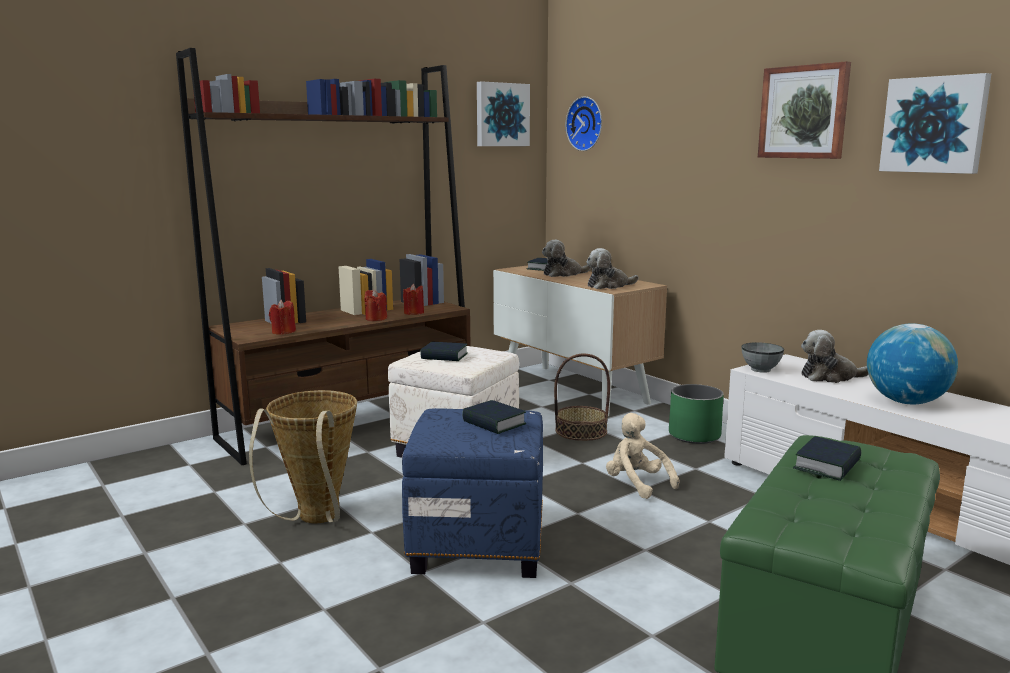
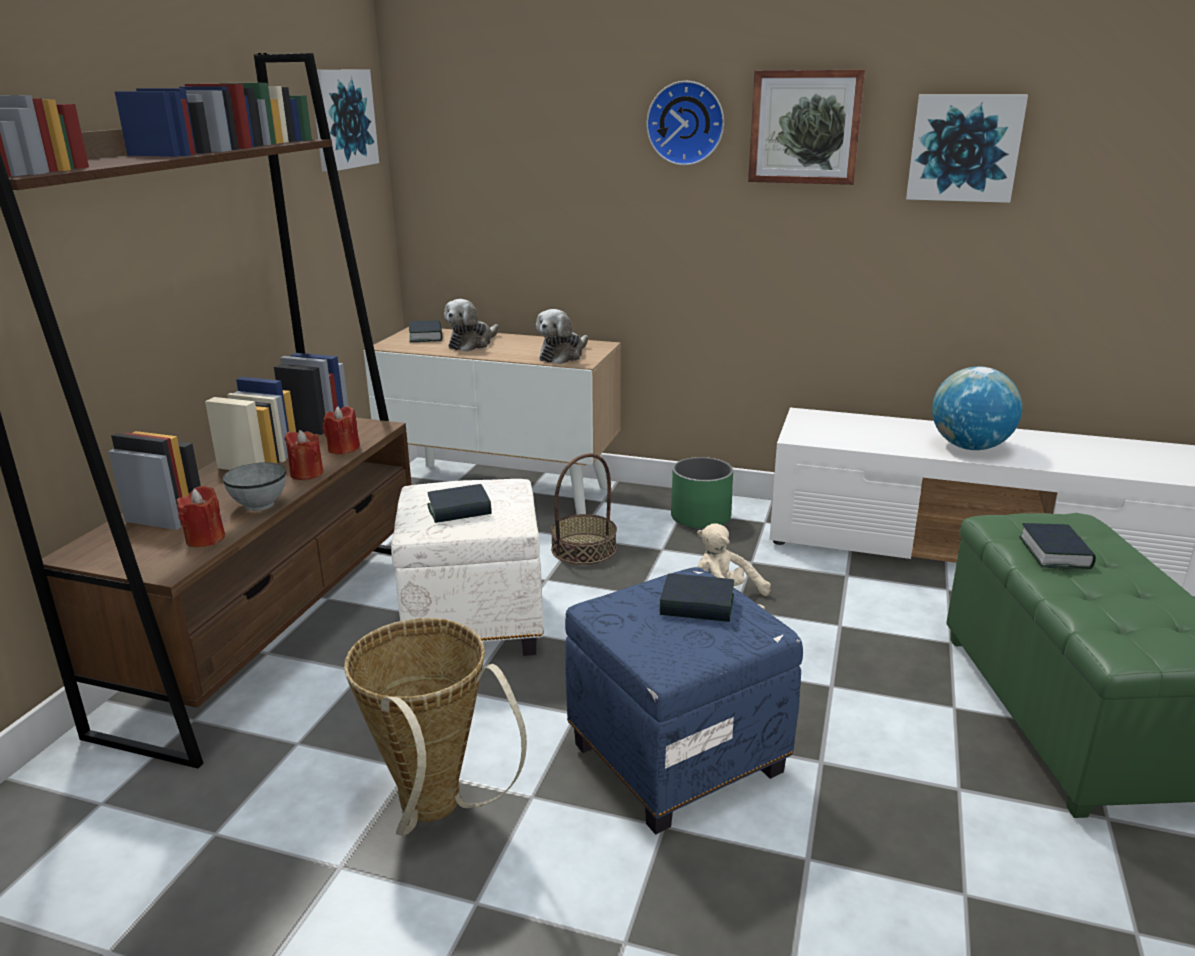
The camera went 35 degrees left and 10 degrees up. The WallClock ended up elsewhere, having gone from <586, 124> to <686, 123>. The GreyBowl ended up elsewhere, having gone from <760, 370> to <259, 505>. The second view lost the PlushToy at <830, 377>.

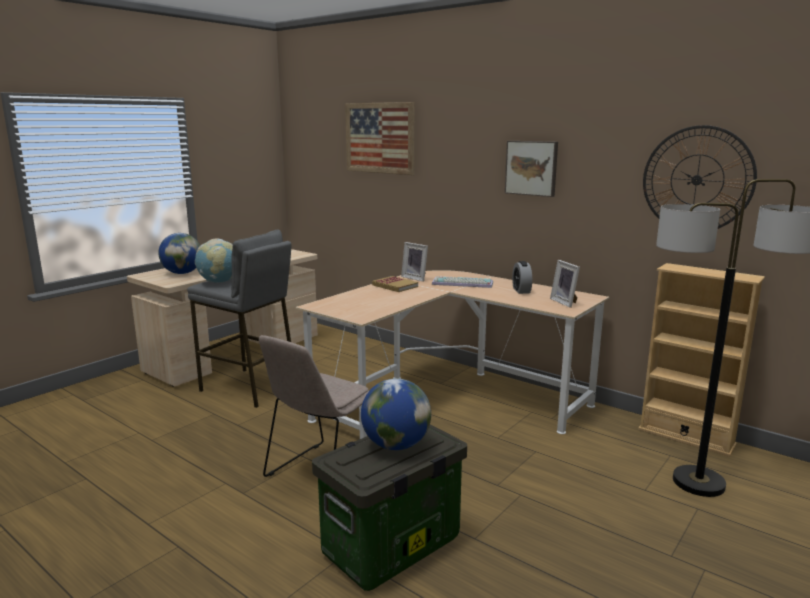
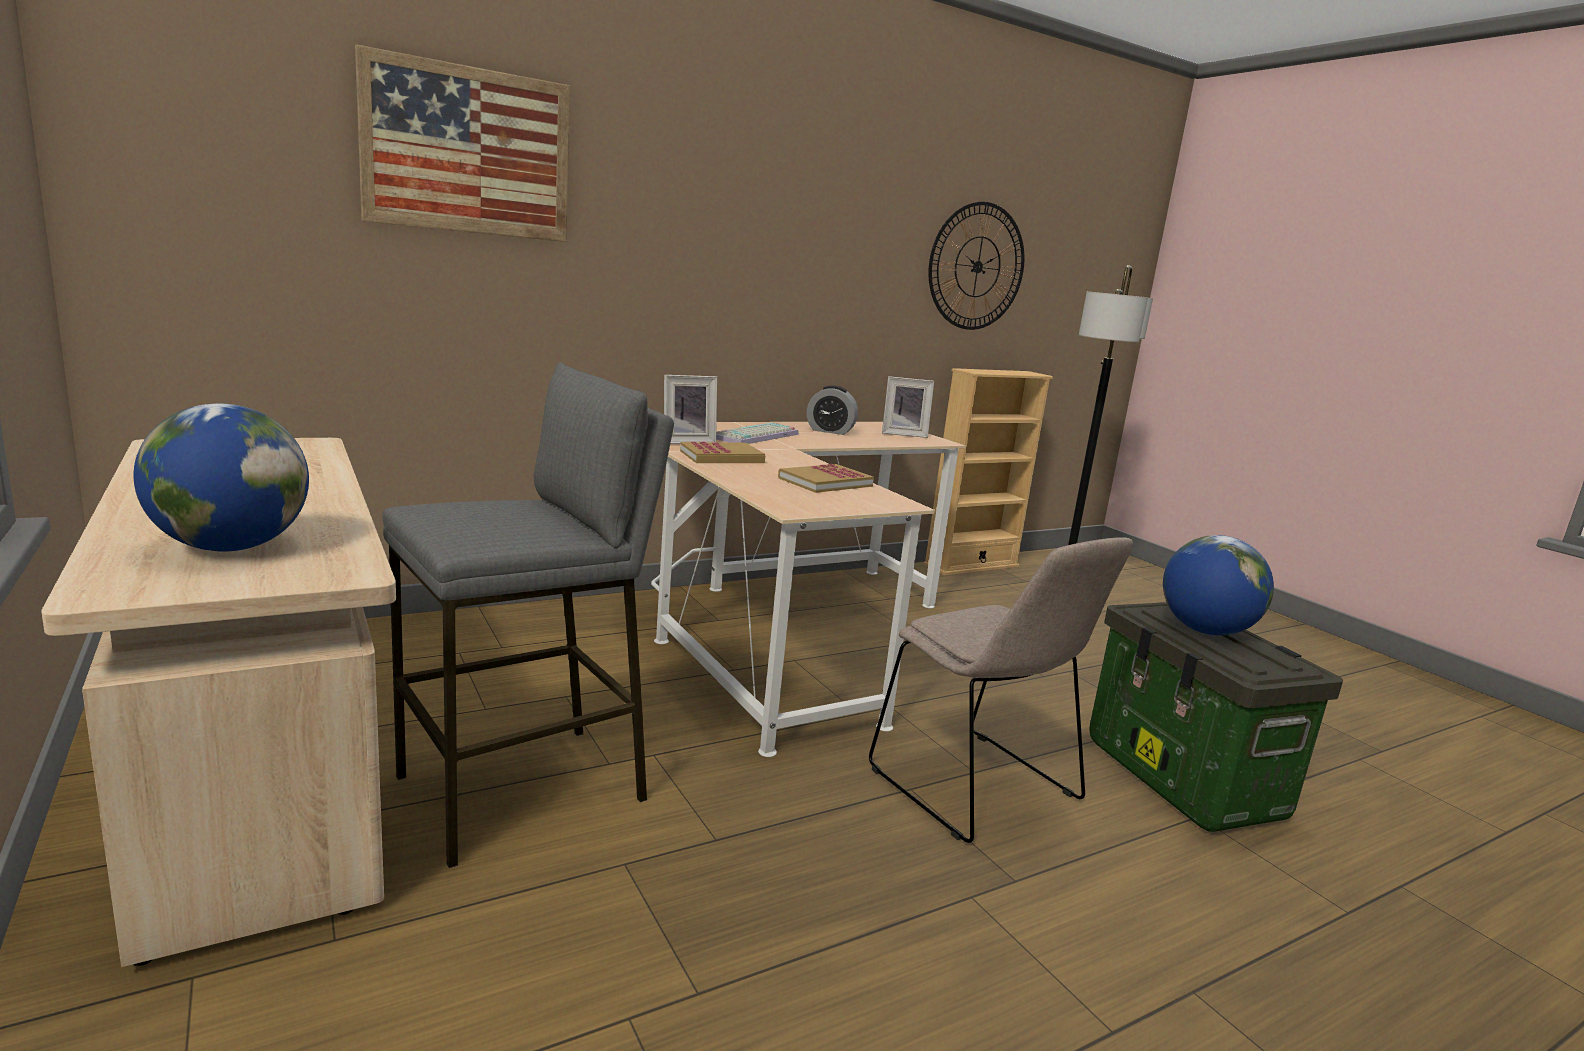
The camera went 70 degrees left and 0 degrees up. The second view lost the Globe at <219, 282>. The second view lost the Picture at <532, 168>. The second view gained the Book at <825, 482>.

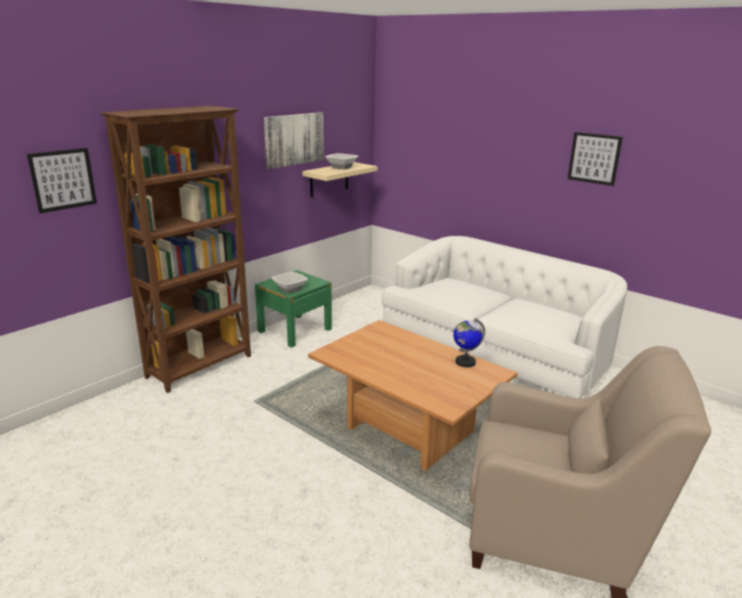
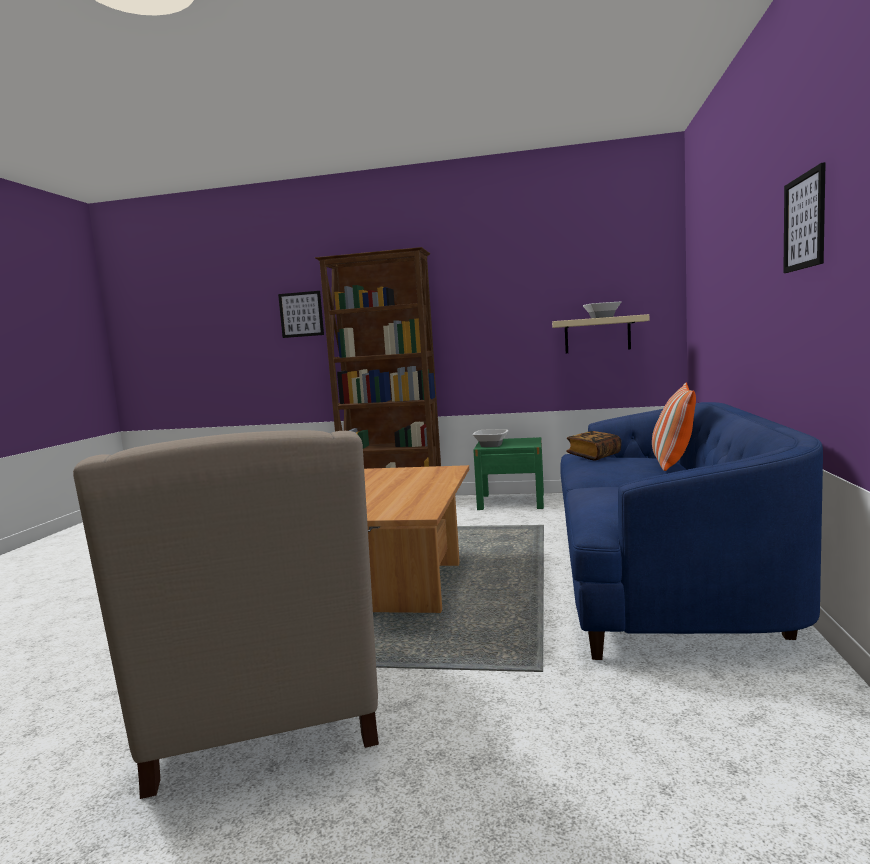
The camera went 60 degrees right and 15 degrees down. The second view lost the Picture at <293, 139>. What was the WhiteSofa at <495, 355> turned into the BlueSofa at <660, 578>. The second view lost the Globe at <465, 362>. The second view gained the Book at <594, 456>. The second view gained the Pillow at <672, 464>.

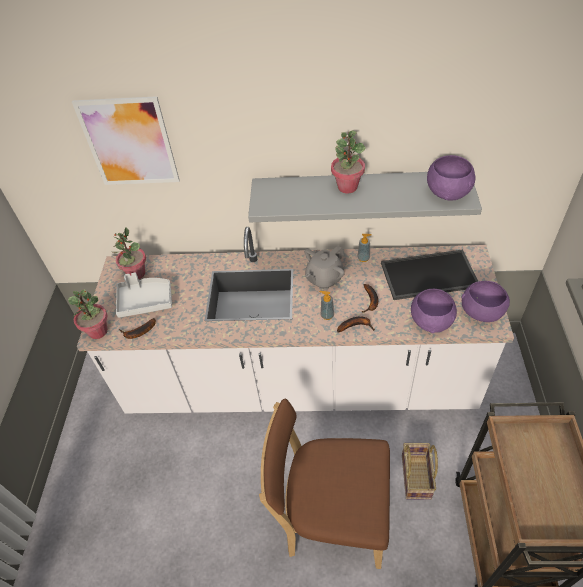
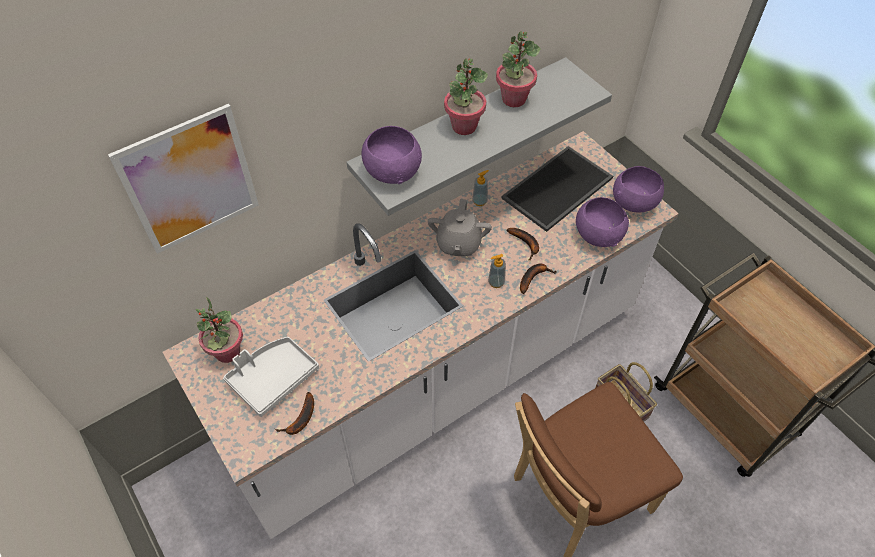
The camera went 40 degrees left and 5 degrees up. The PottedPlant ended up elsewhere, having gone from <98, 331> to <513, 99>. The PurpleBowl ended up elsewhere, having gone from <447, 192> to <392, 171>.

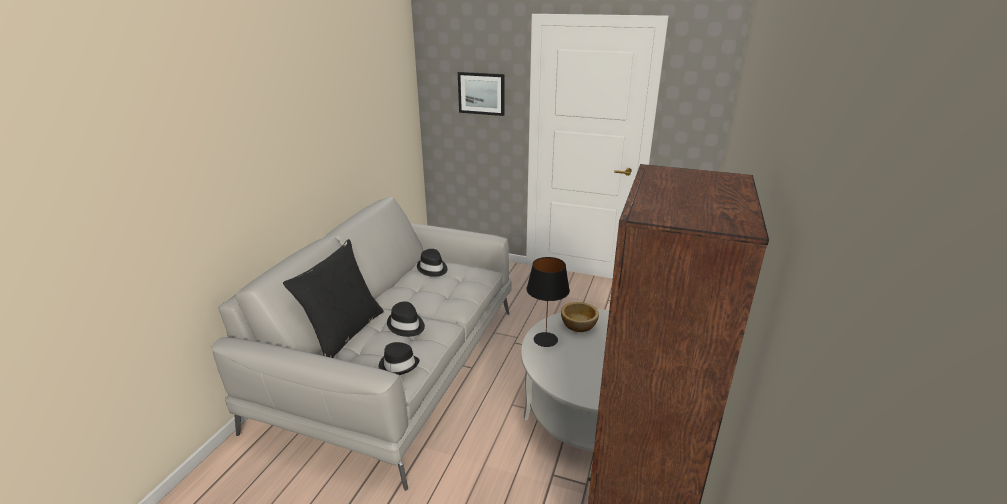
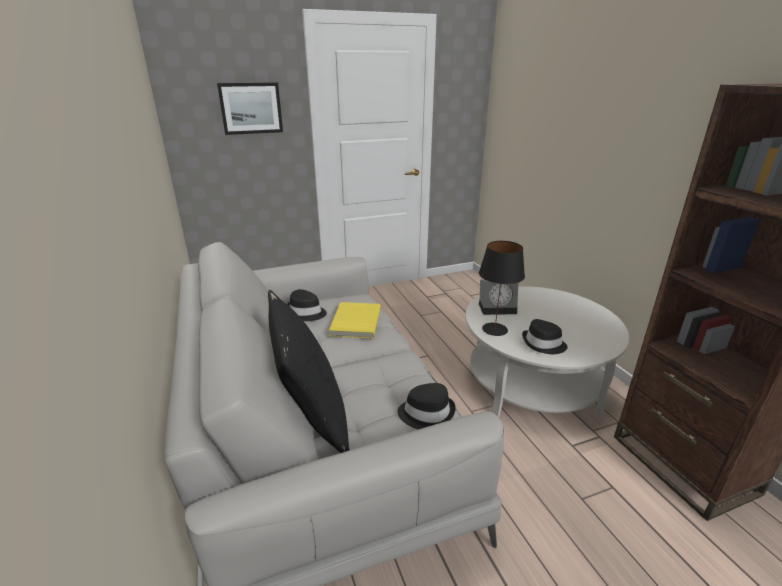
The camera went 40 degrees left and 0 degrees up. The BlackHat ended up elsewhere, having gone from <406, 325> to <543, 344>. Where the Bowl stood at <579, 325>, the AlarmClock came to stand at <498, 308>. The second view gained the YellowBook at <355, 322>.

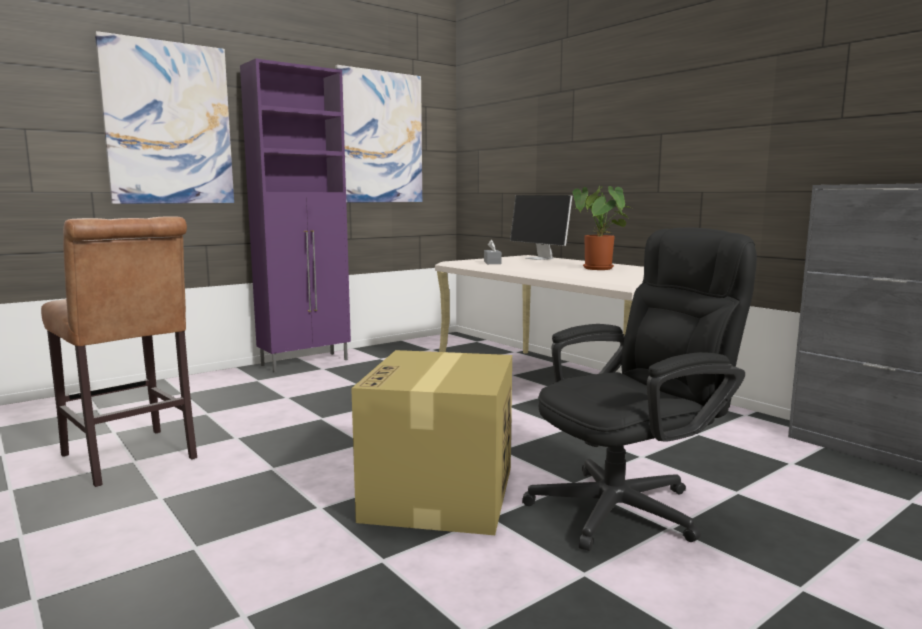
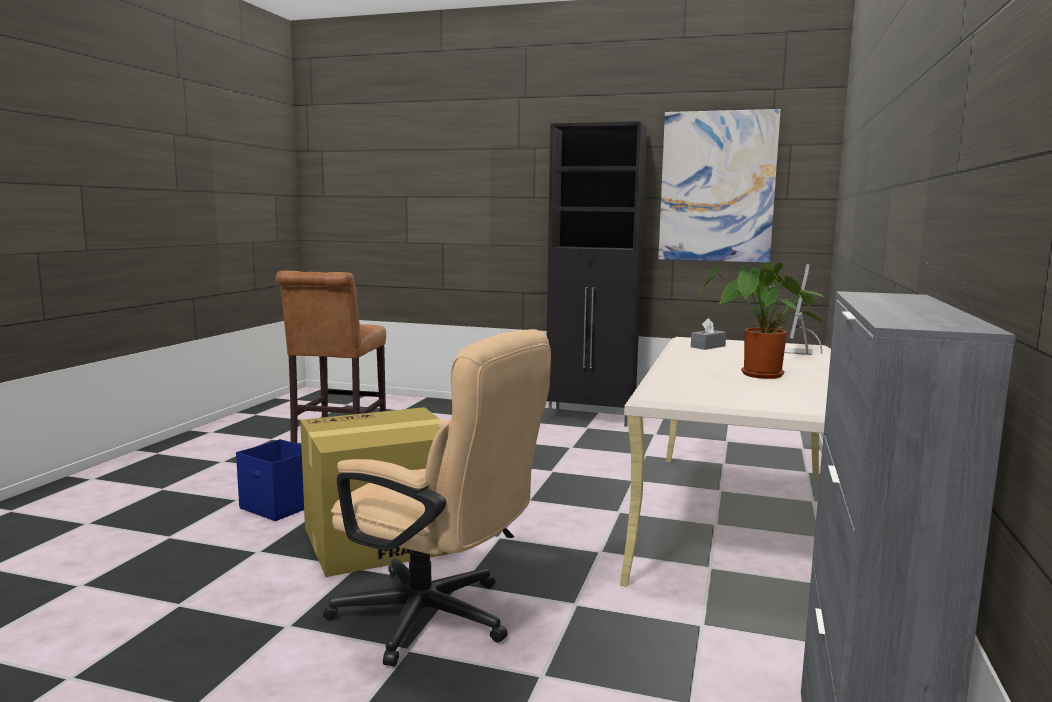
The camera went 55 degrees right and 0 degrees up. The second view lost the Picture at <168, 124>. What was the PurpleCabinet at <306, 362> turned into the BlackCabinet at <591, 418>. What was the BlackOfficeChair at <629, 506> turned into the BeigeOfficeChair at <437, 620>. The second view gained the BlueStorageBox at <279, 507>.

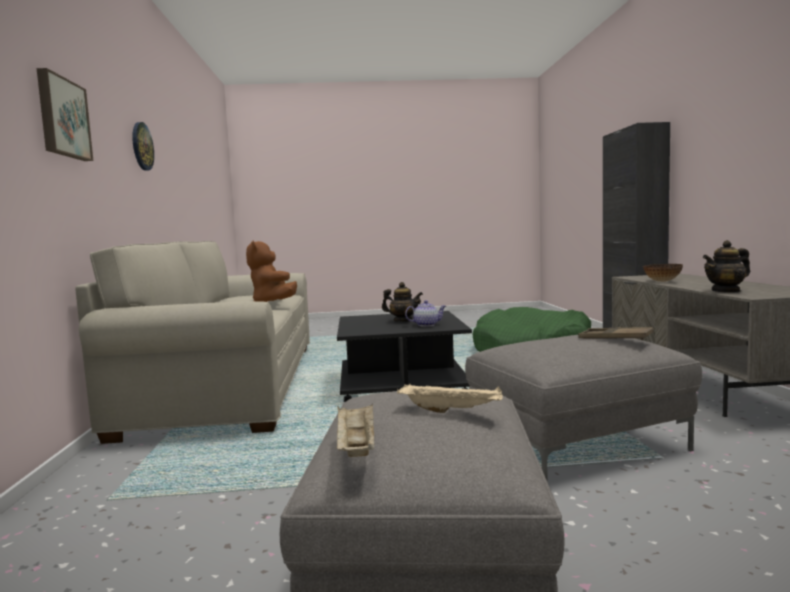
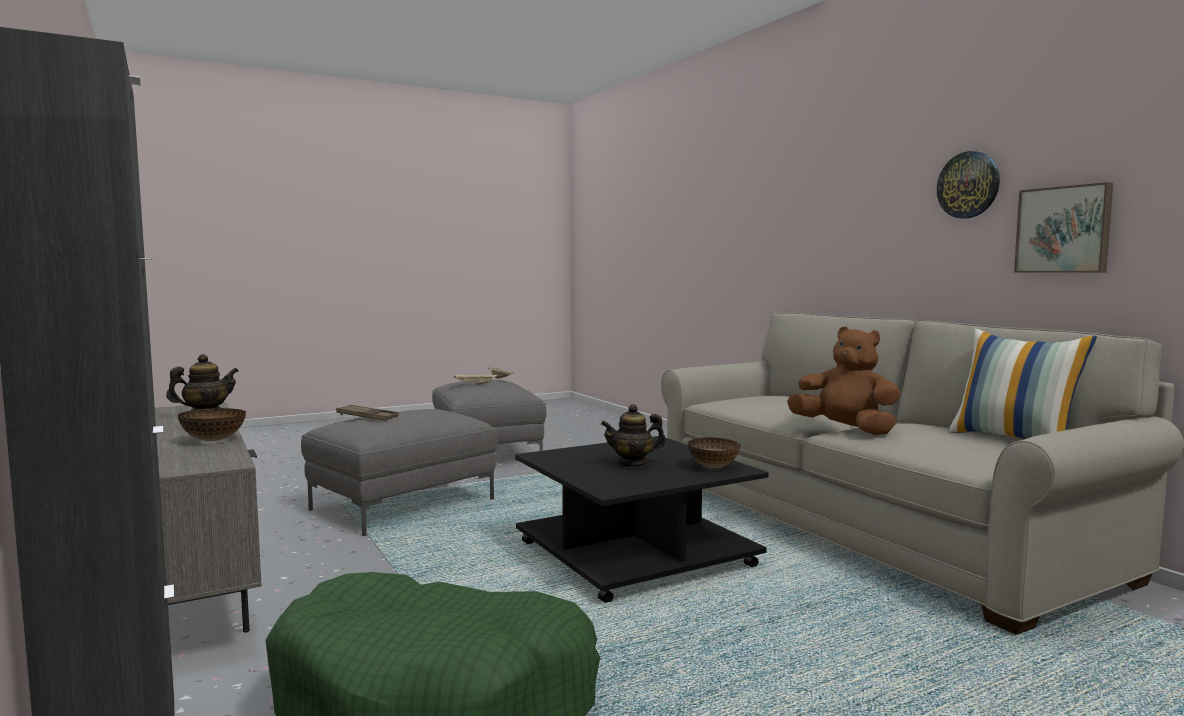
The camera went 155 degrees right and 0 degrees up. The Picture ended up elsewhere, having gone from <62, 118> to <1064, 230>. The second view lost the Teapot at <426, 325>. The second view gained the Bowl at <713, 467>. The second view gained the Pillow at <1014, 440>.

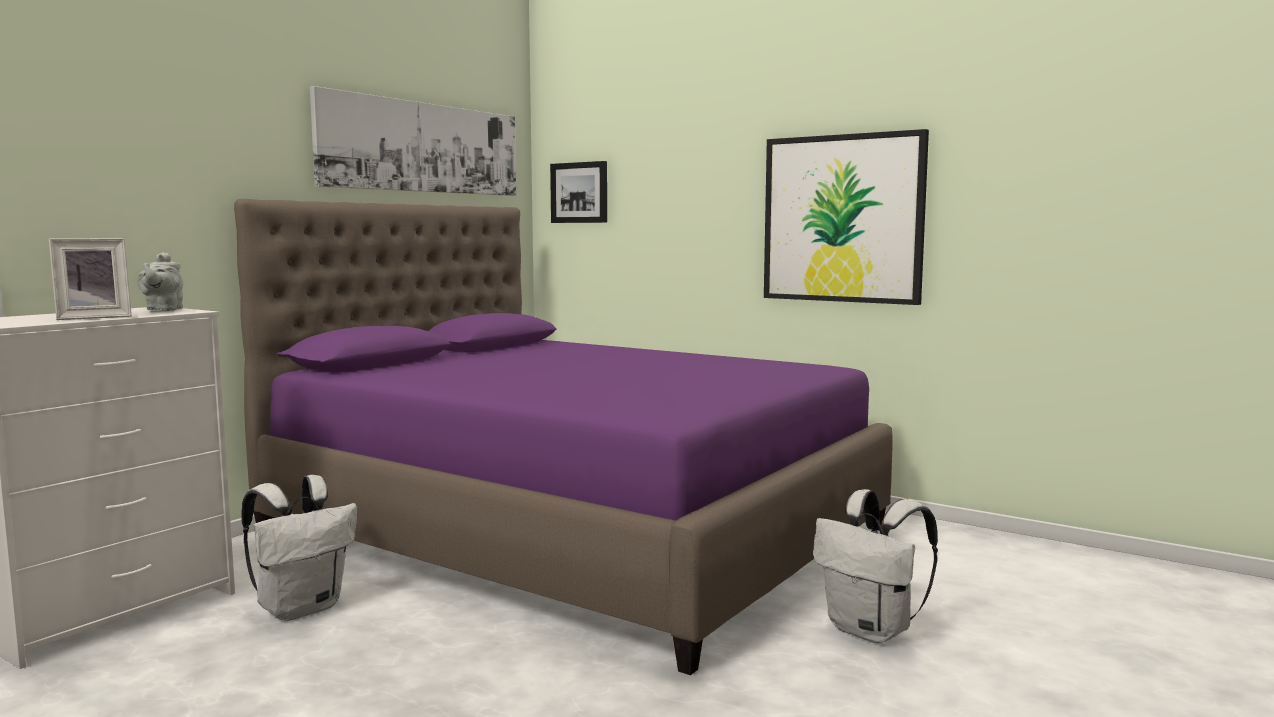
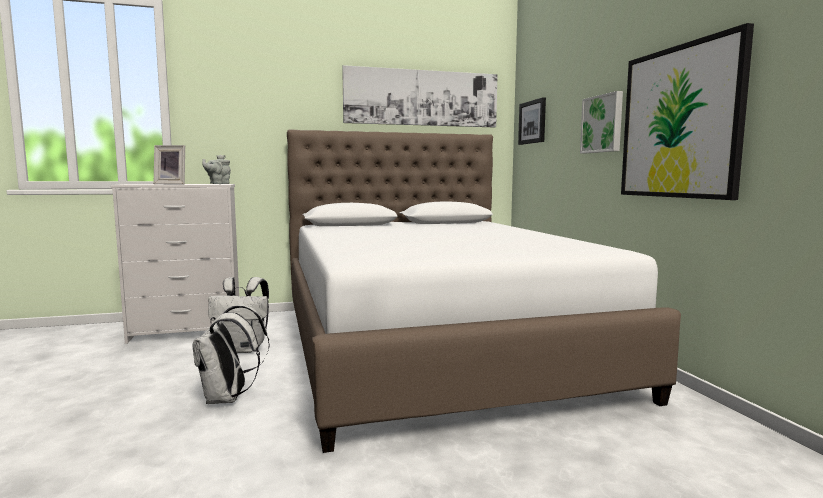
The camera went 40 degrees right and 0 degrees up. What was the PurpleBed at <574, 531> turned into the WhiteBed at <435, 346>. The WhiteBackpack ended up elsewhere, having gone from <872, 631> to <228, 398>. The second view gained the Picture at <603, 124>.

